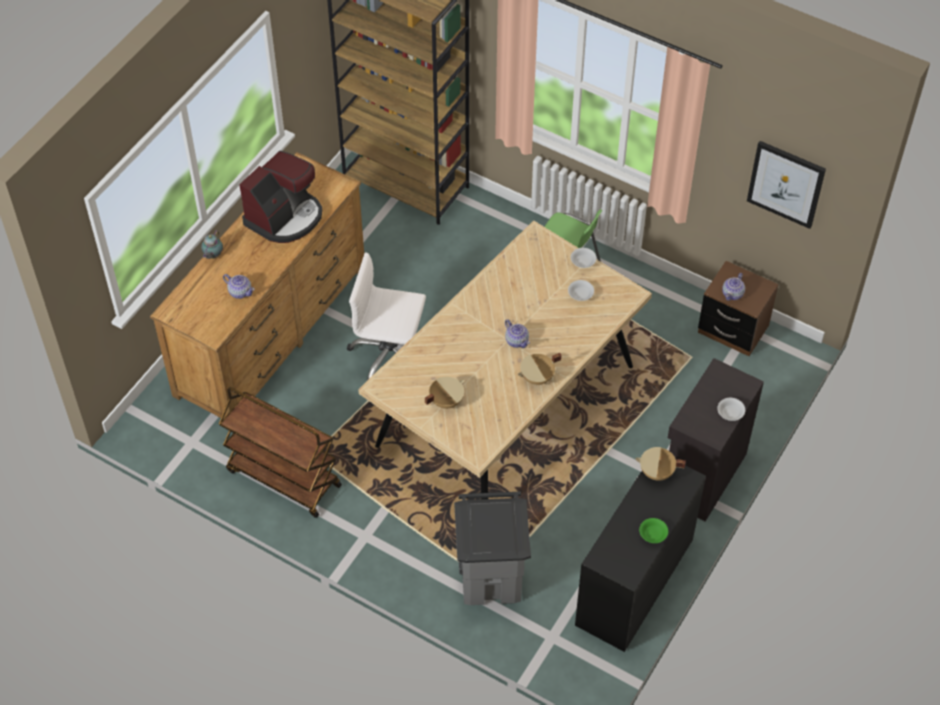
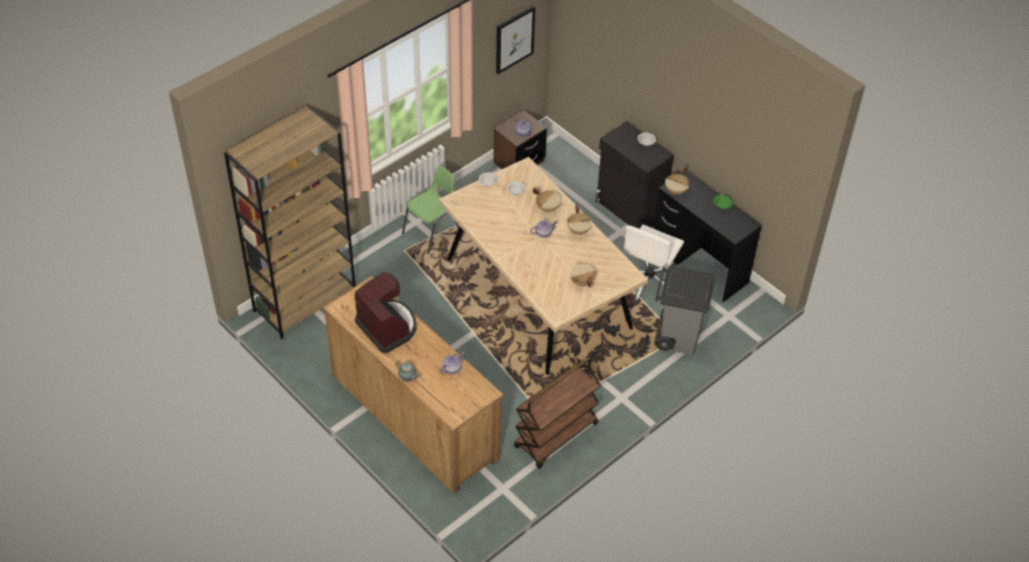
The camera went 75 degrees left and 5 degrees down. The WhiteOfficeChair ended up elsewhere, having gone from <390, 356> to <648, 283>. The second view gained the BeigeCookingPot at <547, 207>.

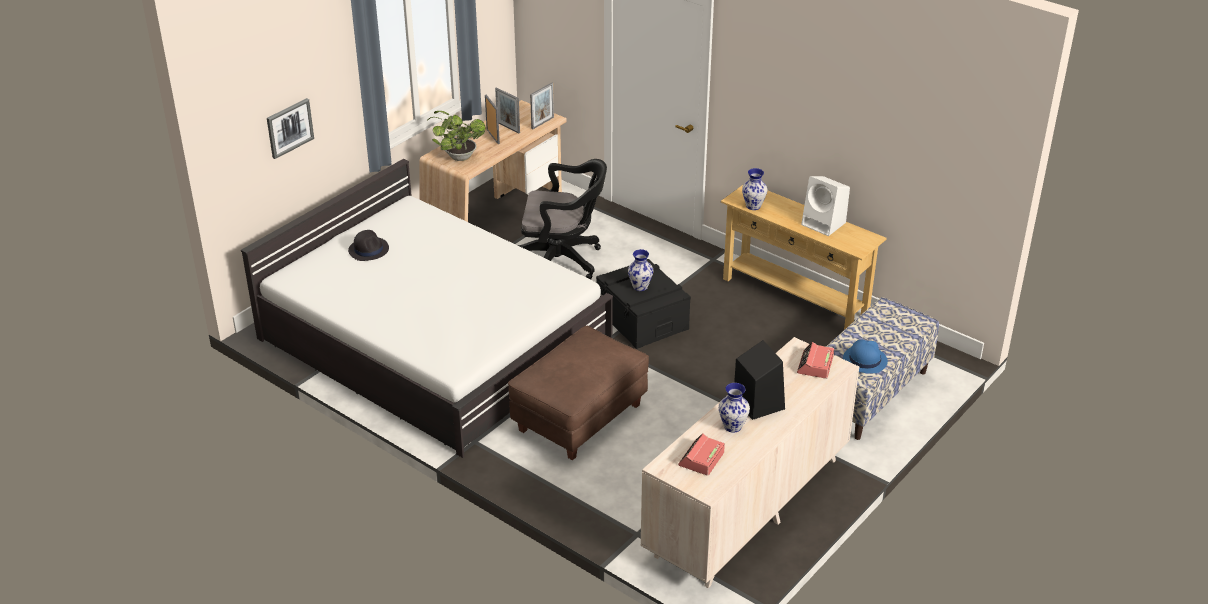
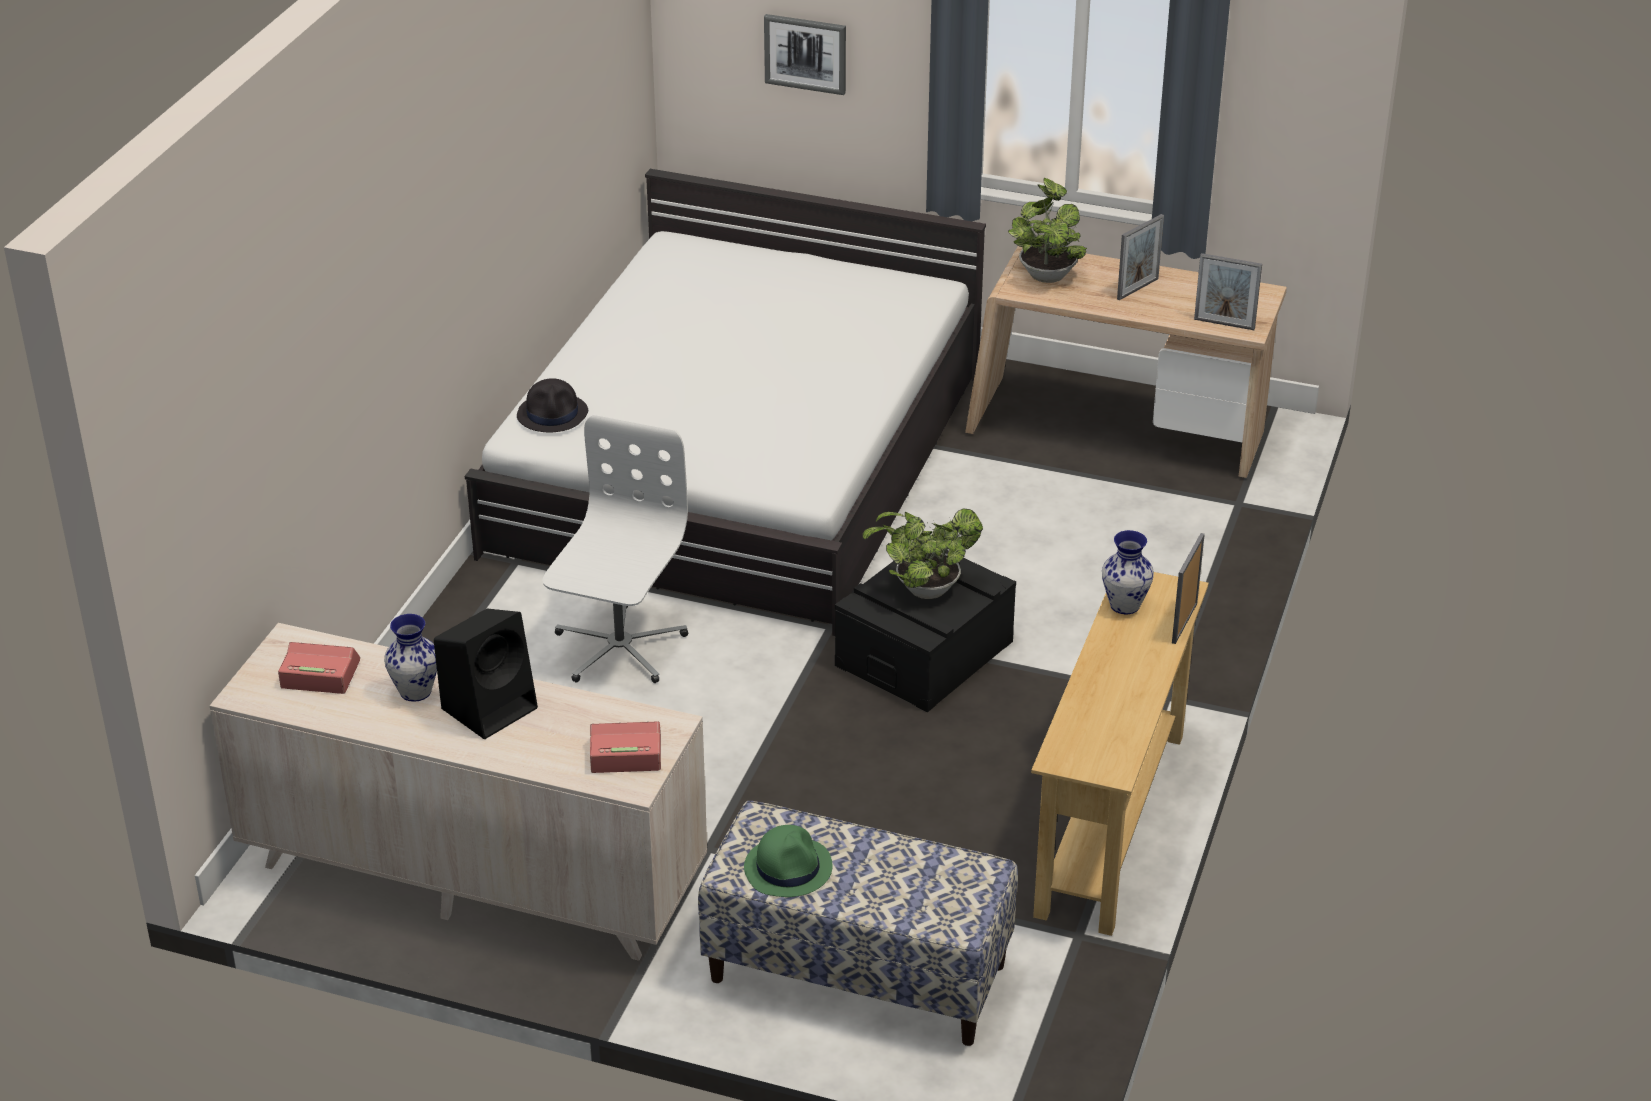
The camera went 70 degrees right and 0 degrees up. The BlackHat ended up elsewhere, having gone from <368, 249> to <553, 414>. The PictureFrame ended up elsewhere, having gone from <508, 127> to <1184, 623>. Where the BrownOttoman stood at <579, 418>, the WhiteOfficeChair came to stand at <618, 647>. The second view lost the BlackOfficeChair at <562, 261>. Where the Vase stood at <640, 286>, the PottedPlant came to stand at <922, 590>. The second view lost the WhiteSpeaker at <824, 224>. What was the BlueHat at <864, 360> turned into the GreenHat at <788, 867>.

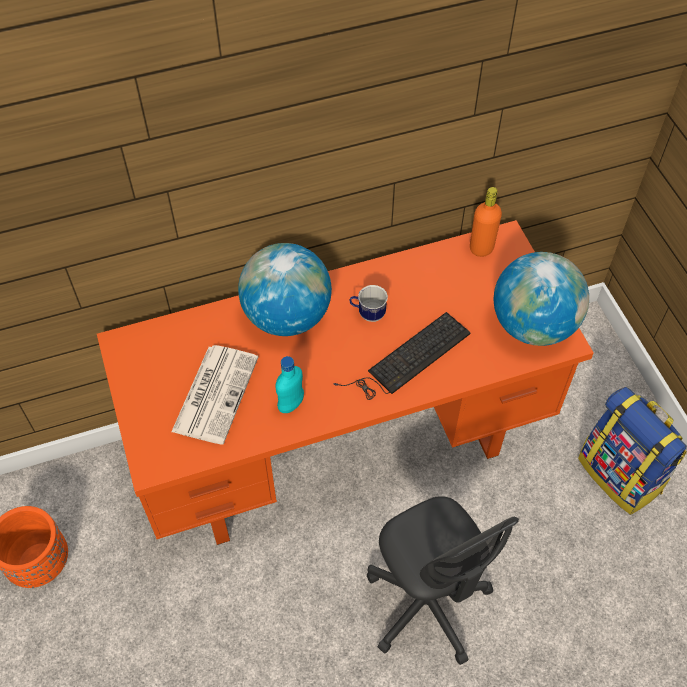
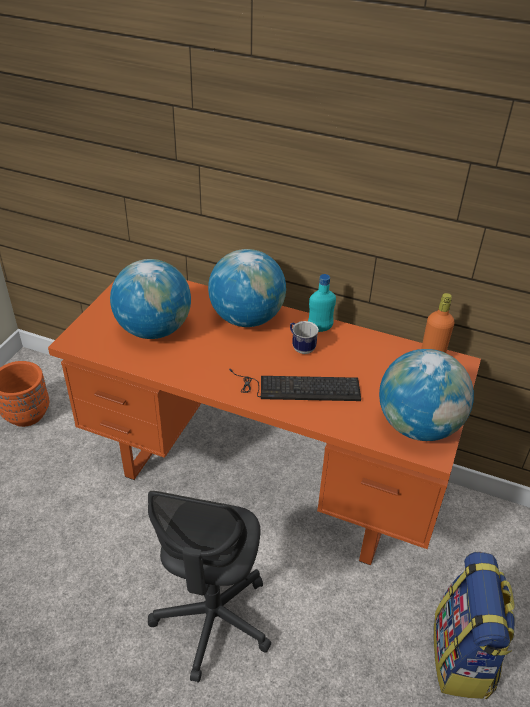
The camera went 40 degrees right and 15 degrees down. Where the Newspaper stood at <215, 393>, the Globe came to stand at <154, 329>. The TurquoiseBottle ended up elsewhere, having gone from <291, 404> to <319, 329>.

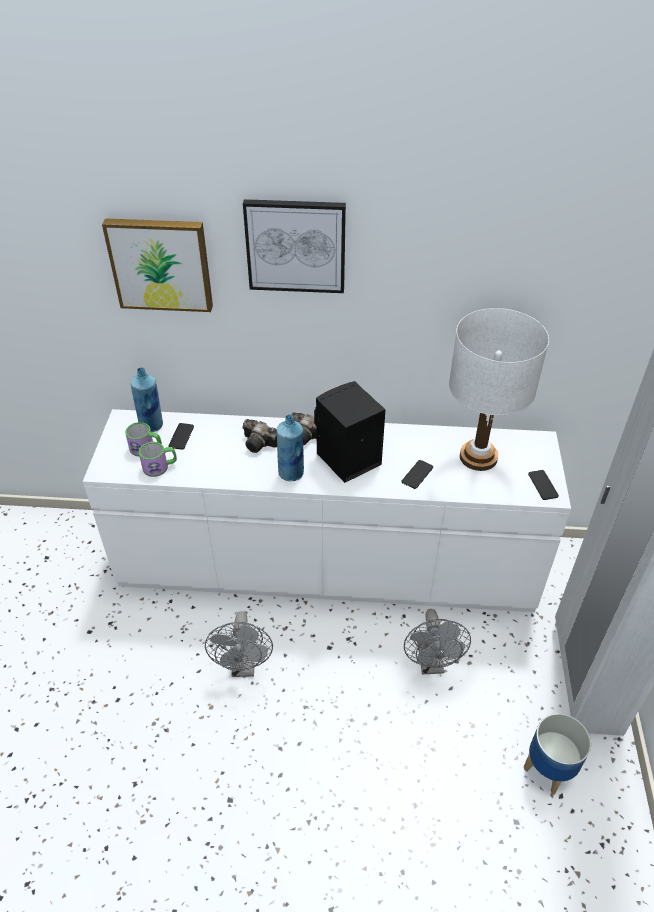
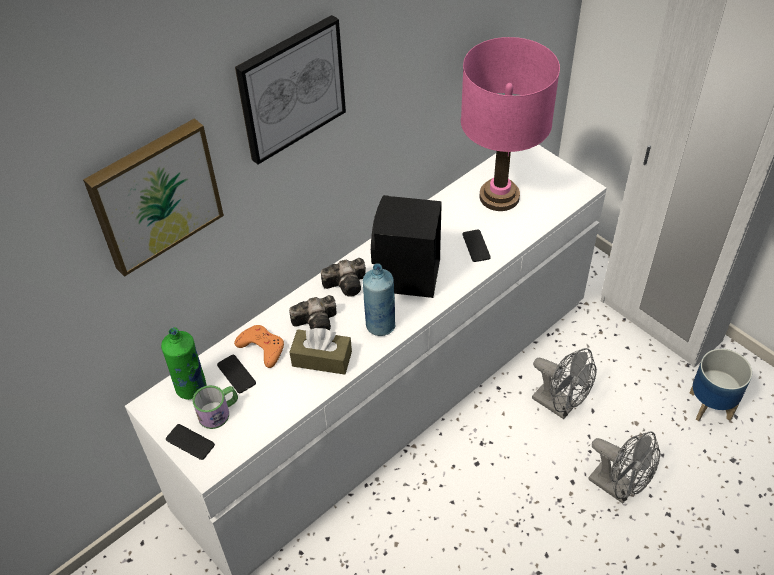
The camera went 45 degrees left and 5 degrees up. What was the BlueBottle at <152, 425> turned into the GreenBottle at <191, 387>. The second view lost the Mug at <160, 467>. The GreyFan ended up elsewhere, having gone from <244, 666> to <618, 487>. What was the WhiteTableLamp at <478, 457> turned into the PinkTableLamp at <499, 197>. The Phone ended up elsewhere, having gone from <543, 485> to <190, 442>. The second view gained the OrangeGameController at <262, 348>. The second view gained the BrownTissueBox at <322, 359>.

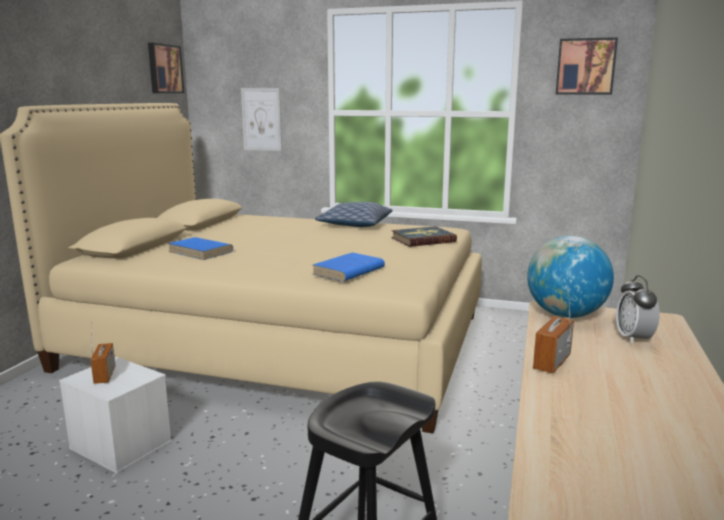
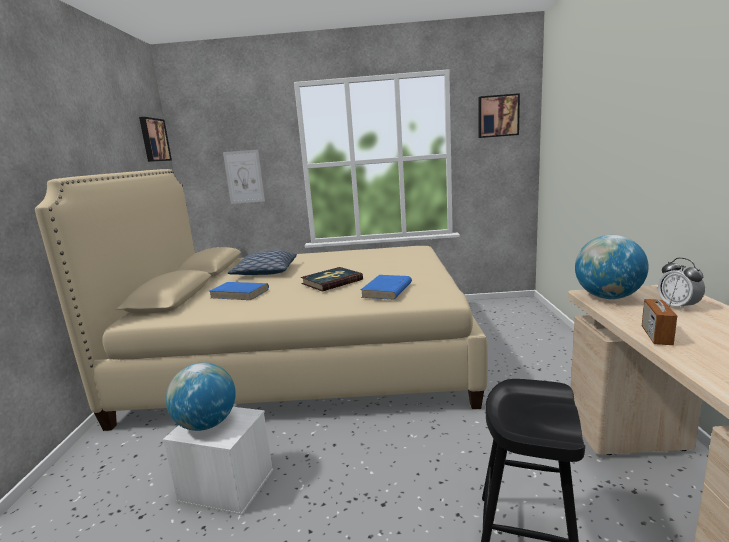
The camera went 15 degrees left and 0 degrees up. Where the Radio stood at <105, 375>, the Globe came to stand at <207, 424>. The Pillow ended up elsewhere, having gone from <354, 224> to <265, 272>. The Book ended up elsewhere, having gone from <423, 239> to <331, 281>.

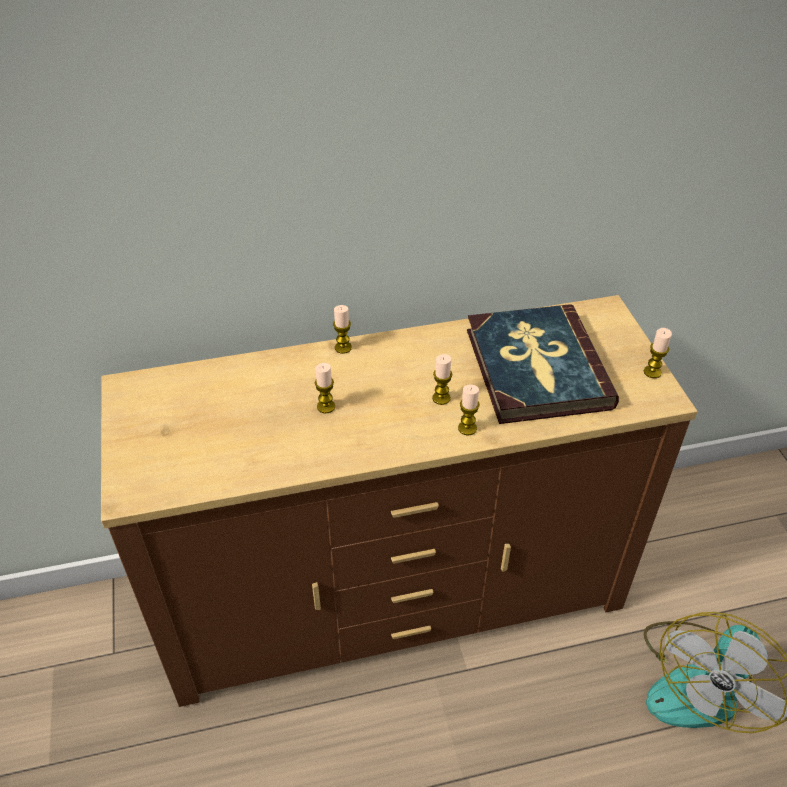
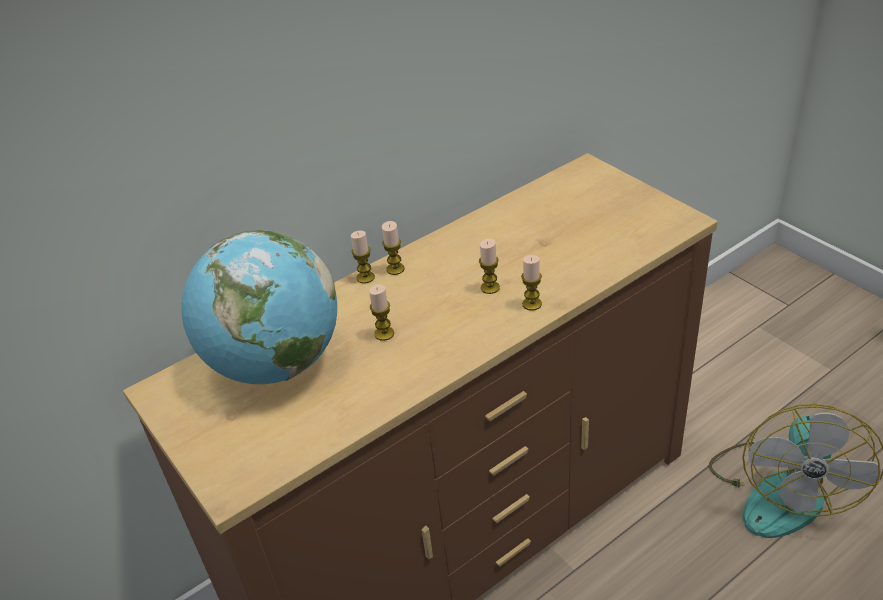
The camera went 20 degrees left and 5 degrees down. The second view lost the Book at <536, 368>. The Candle ended up elsewhere, having gone from <652, 372> to <395, 269>. The second view gained the Globe at <275, 364>.

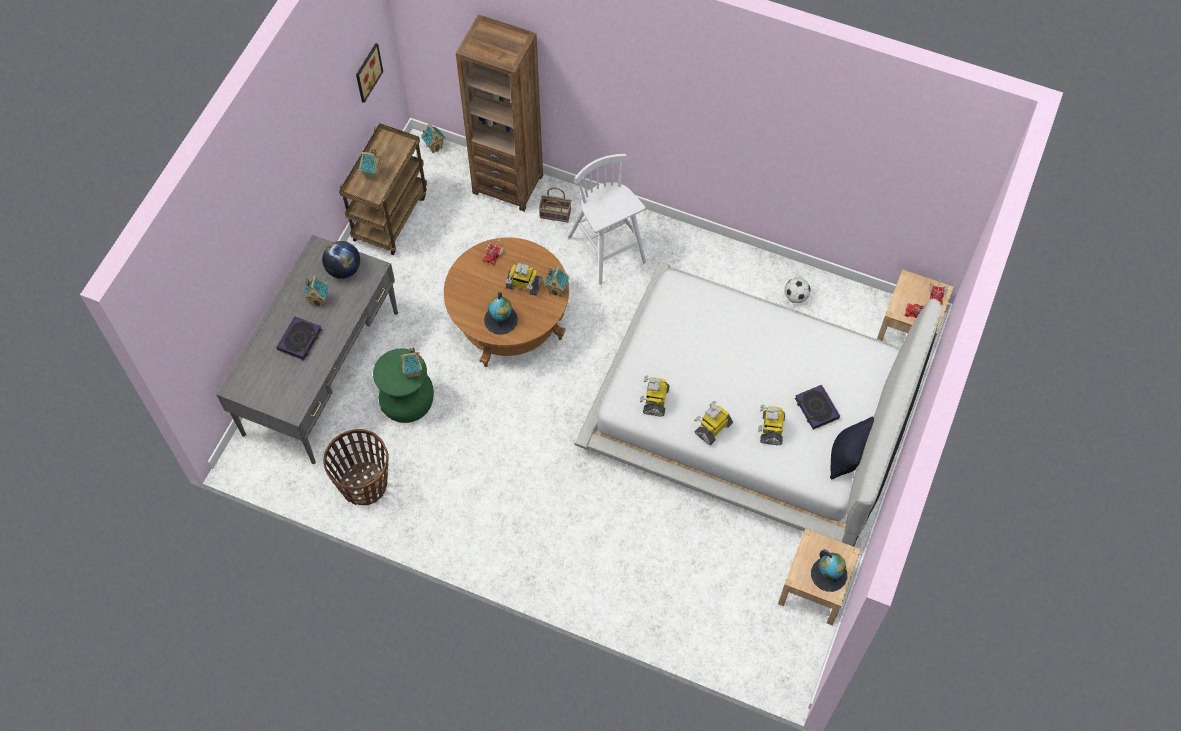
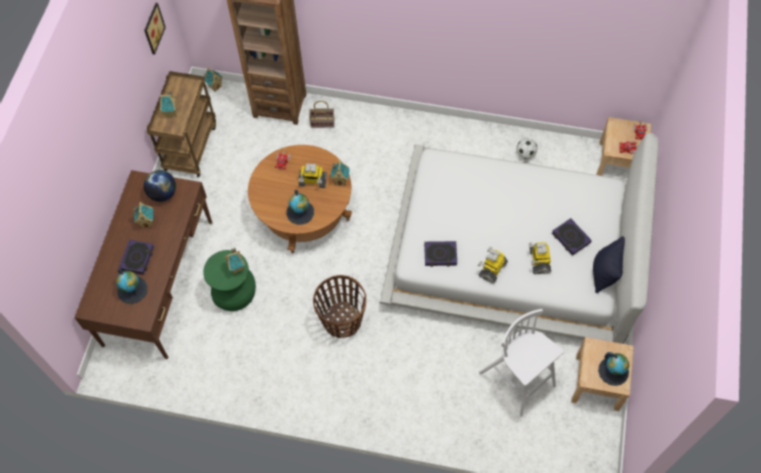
The camera went 10 degrees left and 0 degrees up. What was the GreyDesk at <321, 372> turned into the BrownDesk at <158, 282>. The Basket ended up elsewhere, having gone from <363, 484> to <342, 320>. The WhiteStool ended up elsewhere, having gone from <607, 251> to <518, 380>. Where the ToyRobot stood at <655, 400>, the Book came to stand at <440, 255>. The second view gained the Globe at <132, 290>.

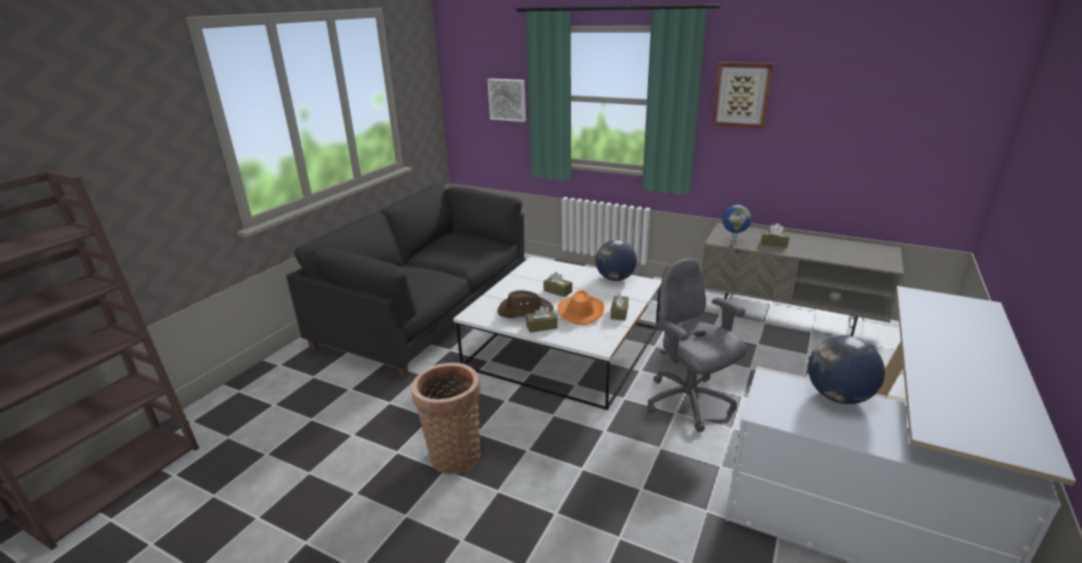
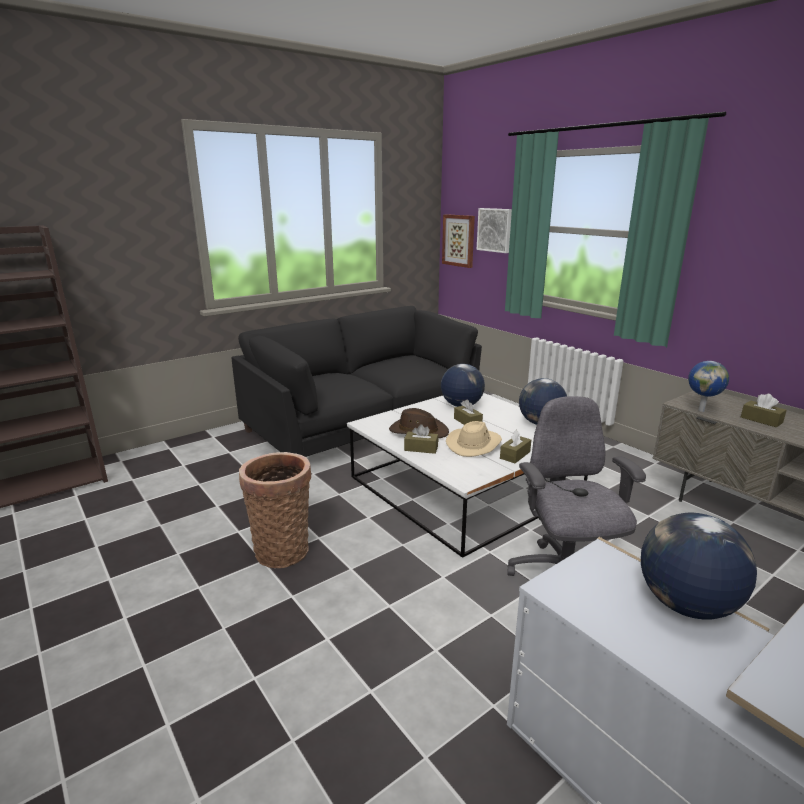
The camera went 25 degrees right and 5 degrees down. What was the OrangeHat at <580, 311> turned into the BeigeHat at <474, 444>. The Picture ended up elsewhere, having gone from <741, 95> to <459, 240>. The second view gained the Globe at <461, 405>.

